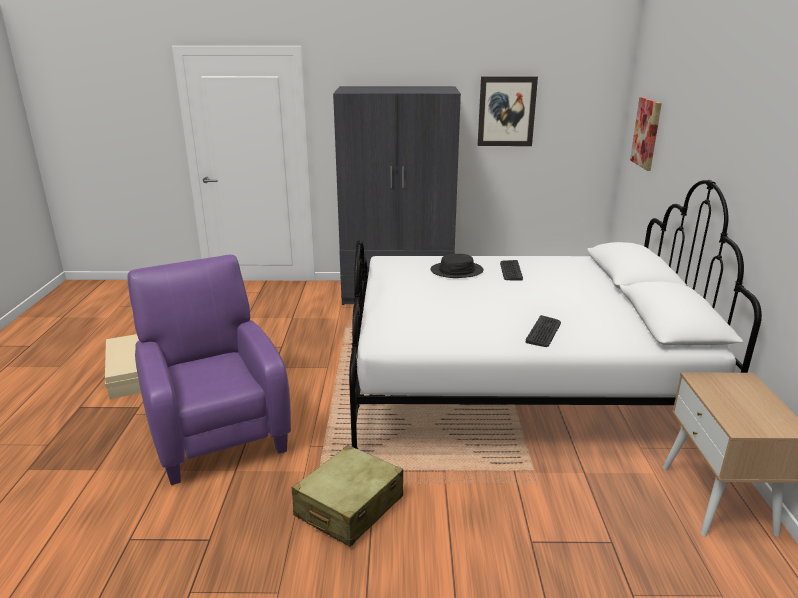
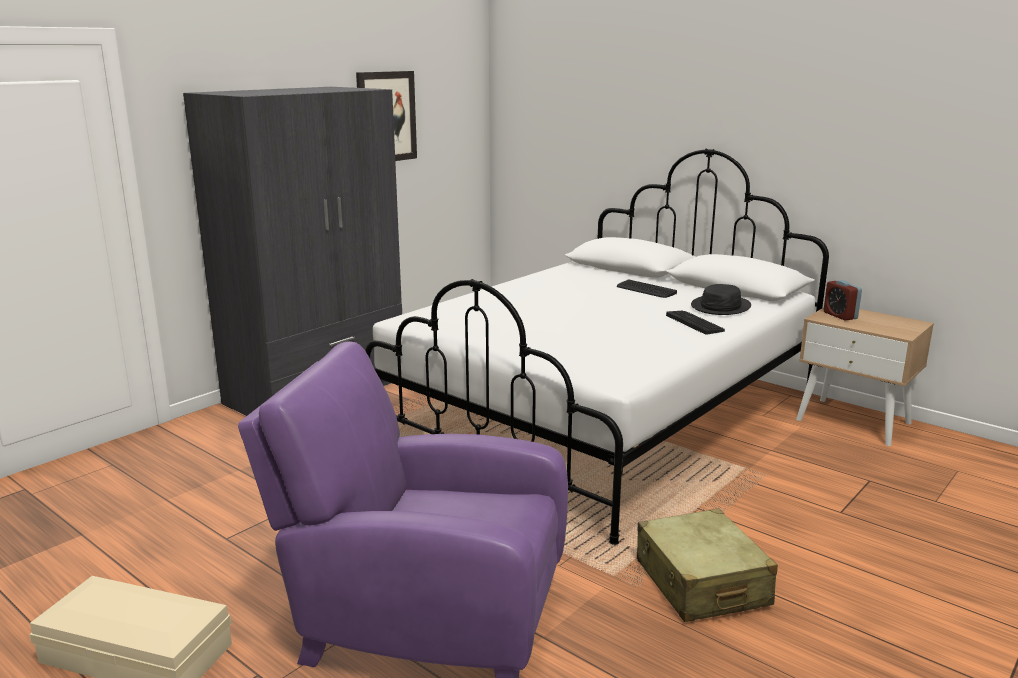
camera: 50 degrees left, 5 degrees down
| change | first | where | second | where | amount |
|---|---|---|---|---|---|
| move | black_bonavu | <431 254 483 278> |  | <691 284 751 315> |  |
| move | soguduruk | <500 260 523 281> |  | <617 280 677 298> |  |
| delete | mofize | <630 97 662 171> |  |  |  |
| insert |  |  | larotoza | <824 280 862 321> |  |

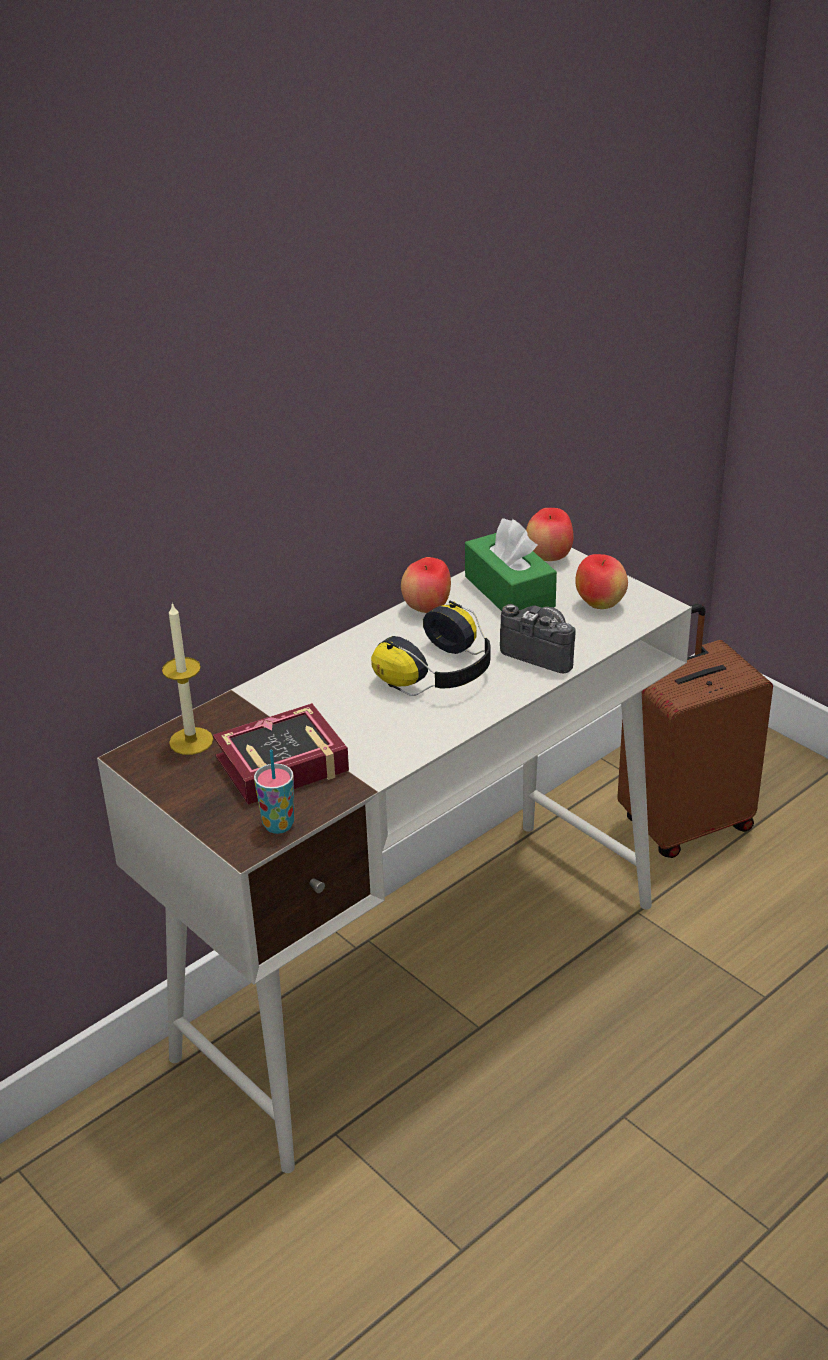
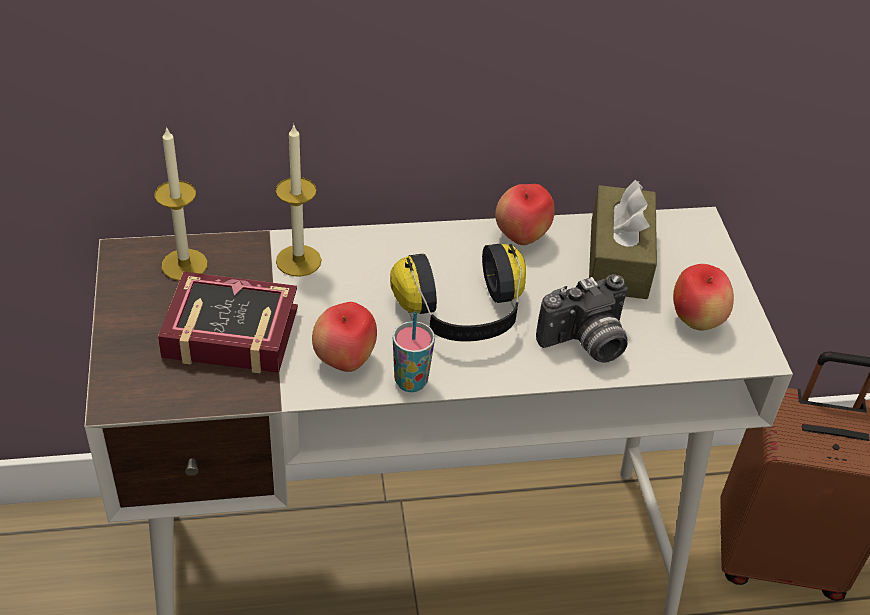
camera: 30 degrees right, 10 degrees up
| change | first | where | second | where | amount |
|---|---|---|---|---|---|
| move | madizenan | <254 749 294 834> |  | <393 311 435 392> |  |
| recolor | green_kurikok | <465 518 557 611> | brown_kurikok | <589 180 657 299> |  |
| rotate | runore | <500 604 576 673> |  | <536 274 628 363> | 90 degrees clockwise |
| move | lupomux | <526 508 573 561> |  | <312 302 377 372> |  |
| insert |  |  | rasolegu | <276 123 321 277> |  |

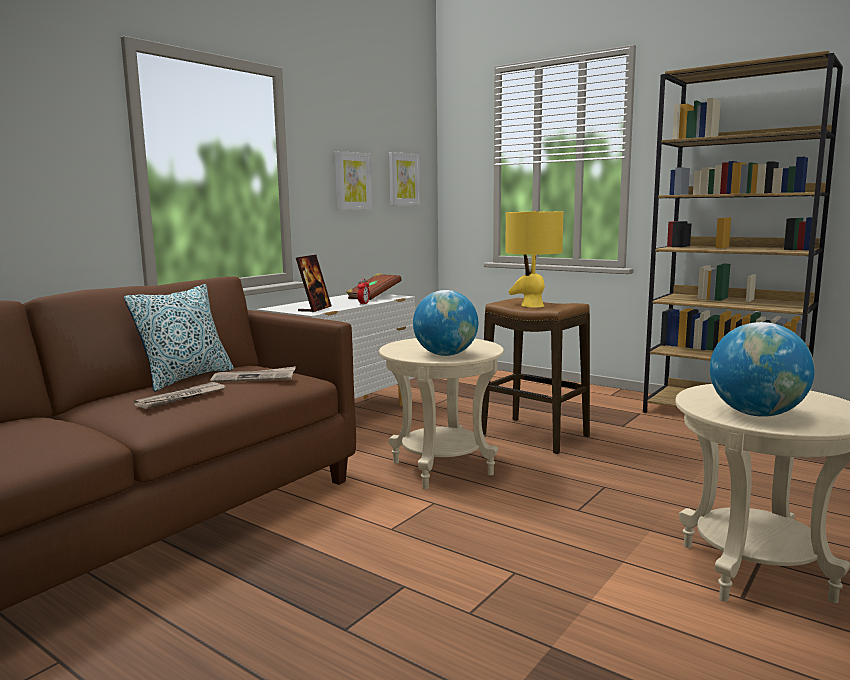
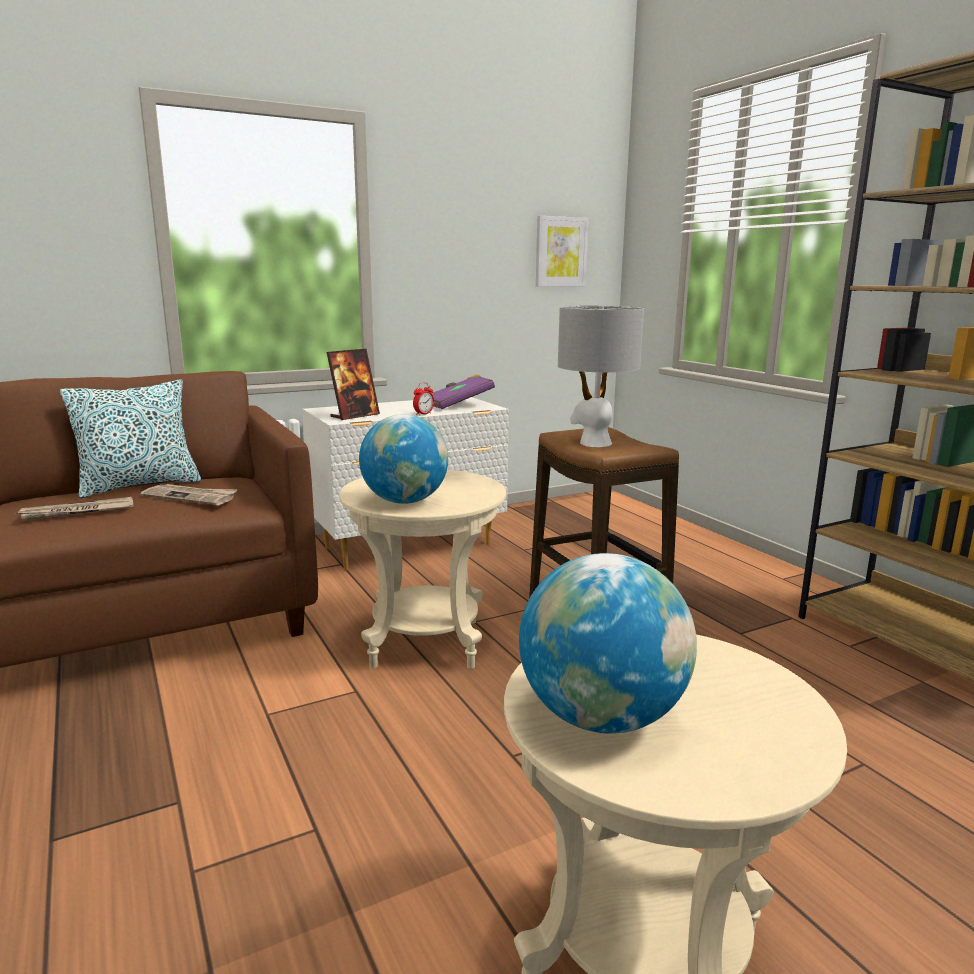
camera: 25 degrees right, 5 degrees up
| change | first | where | second | where | amount |
|---|---|---|---|---|---|
| delete | mofize | <335 151 372 210> |  |  |  |
| recolor | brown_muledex | <346 273 401 300> | purple_muledex | <432 374 495 409> |  |
| recolor | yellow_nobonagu | <505 211 564 308> | grey_nobonagu | <558 306 644 447> |  |

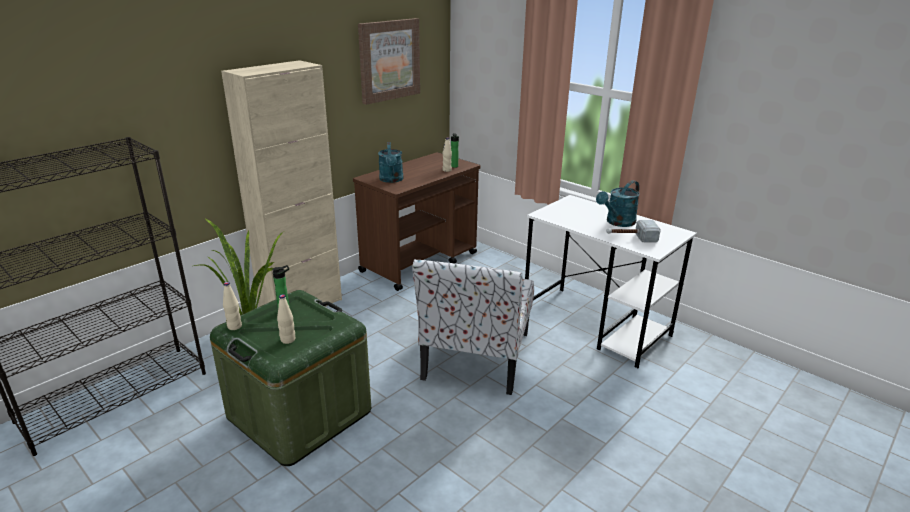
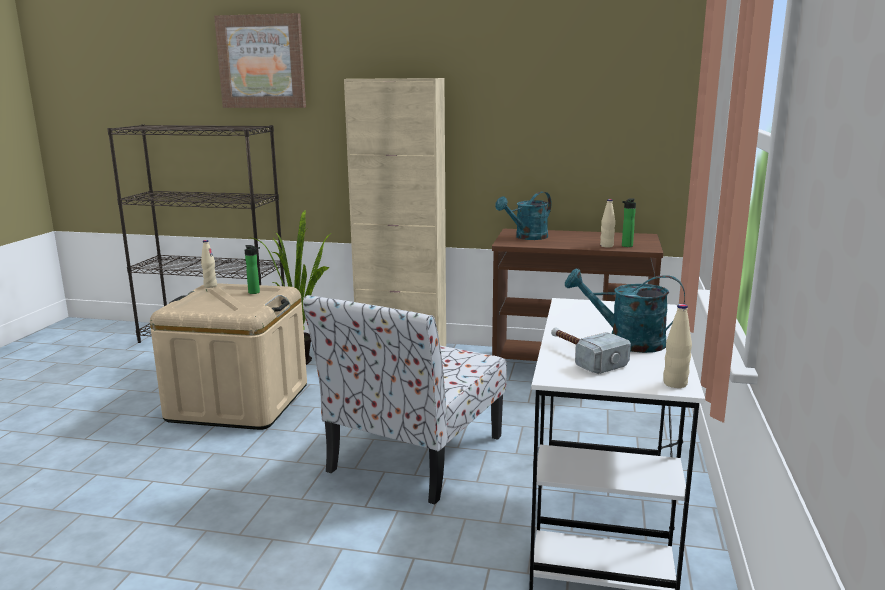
camera: 60 degrees right, 10 degrees down
| change | first | where | second | where | amount |
|---|---|---|---|---|---|
| recolor | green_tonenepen | <210 290 371 466> | beige_tonenepen | <150 283 307 430> |  |
| move | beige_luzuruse | <277 294 295 344> |  | <663 304 692 388> |  |
| move | mofize | <358 18 420 105> |  | <214 13 306 108> |  |
| rotate | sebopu | <412 259 534 395> |  | <303 295 507 505> | 45 degrees counterclockwise |

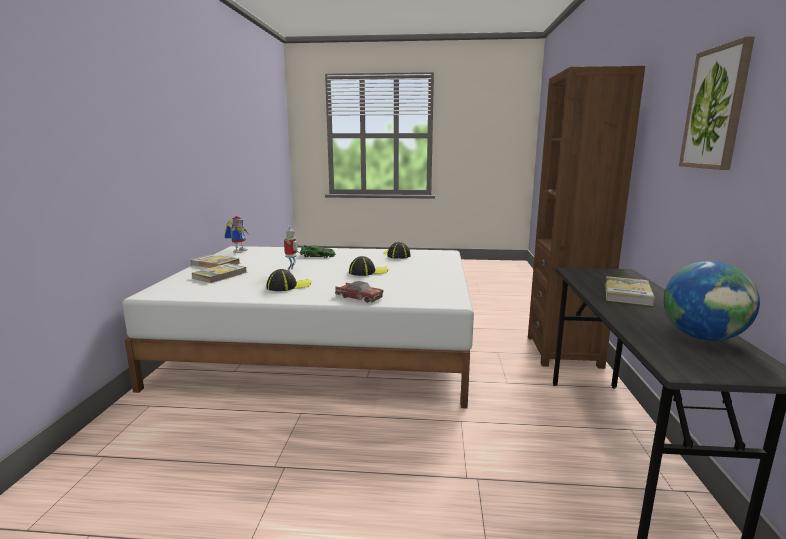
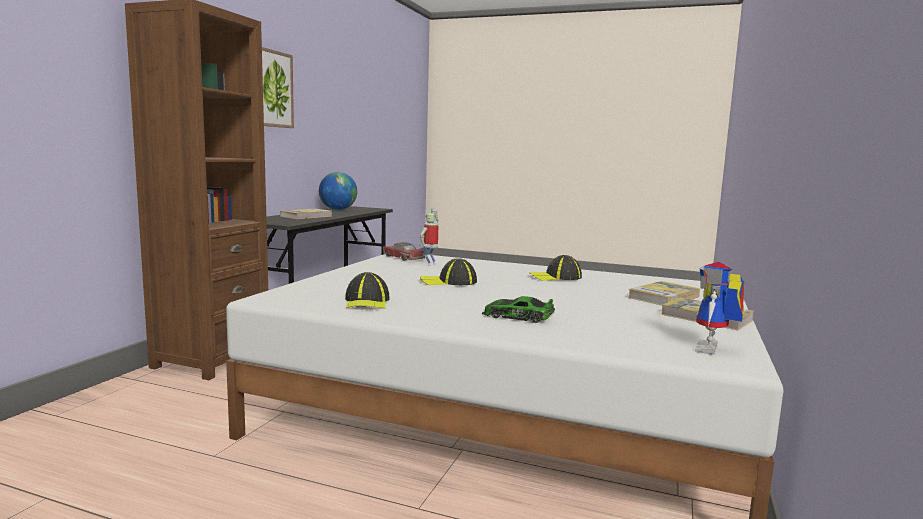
camera: 165 degrees left, 5 degrees down
| change | first | where | second | where | amount |
|---|---|---|---|---|---|
| move | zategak | <284 226 299 271> |  | <419 208 438 266> |  |
| move | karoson | <335 281 384 303> |  | <383 242 425 261> |  |

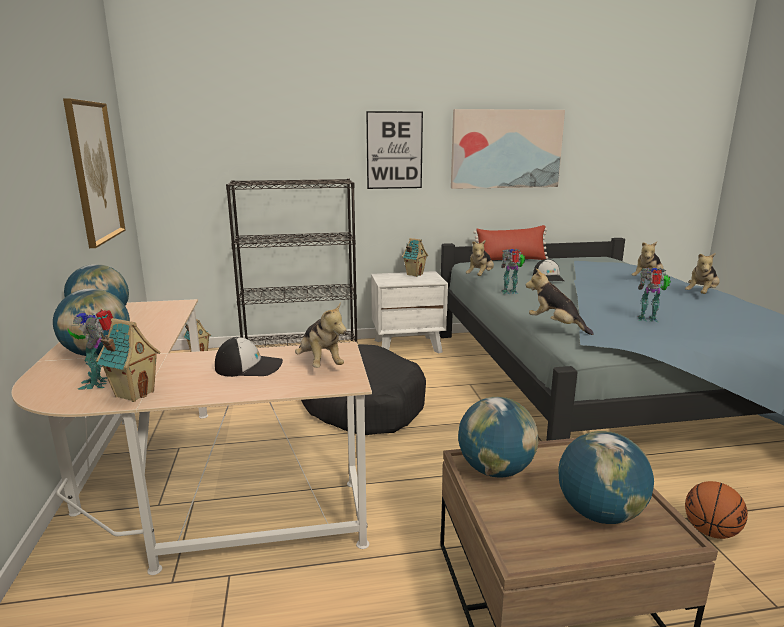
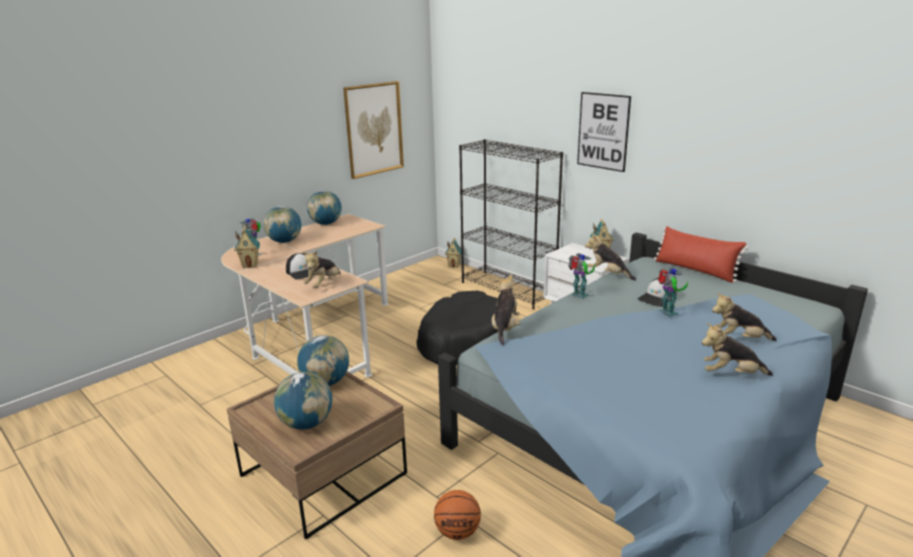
camera: 55 degrees right, 5 degrees up
| change | first | where | second | where | amount |
|---|---|---|---|---|---|
| delete | mofize | <451 109 565 189> |  |  |  |
| rotate | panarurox | <466 240 494 276> |  | <585 233 636 281> | 45 degrees clockwise |
| move | zategak | <638 268 671 322> |  | <657 267 688 317> |  |

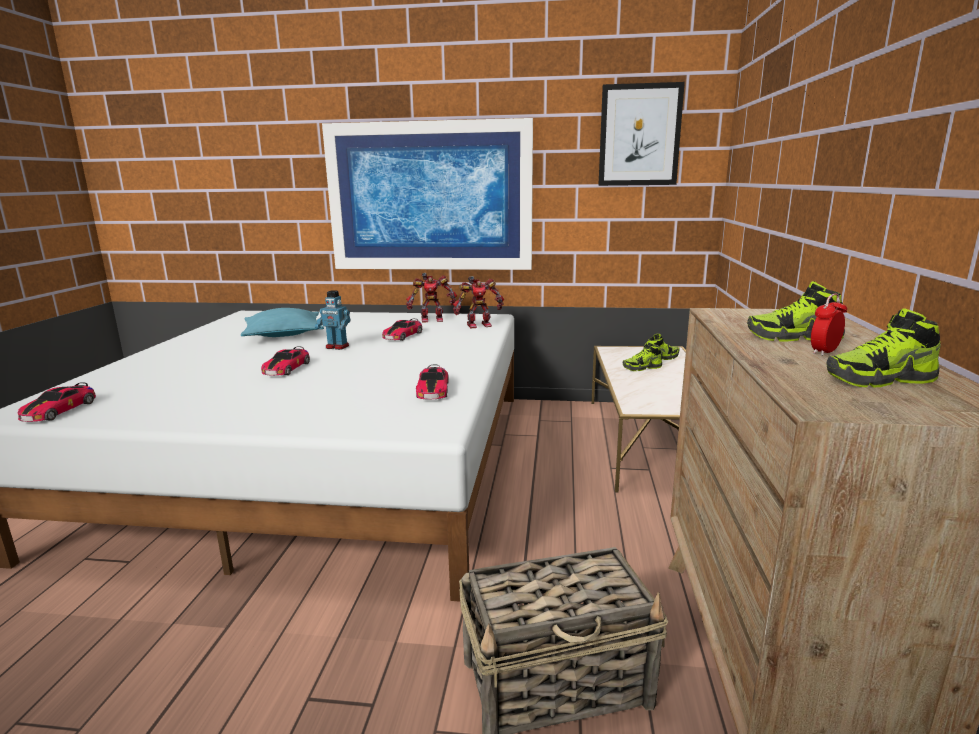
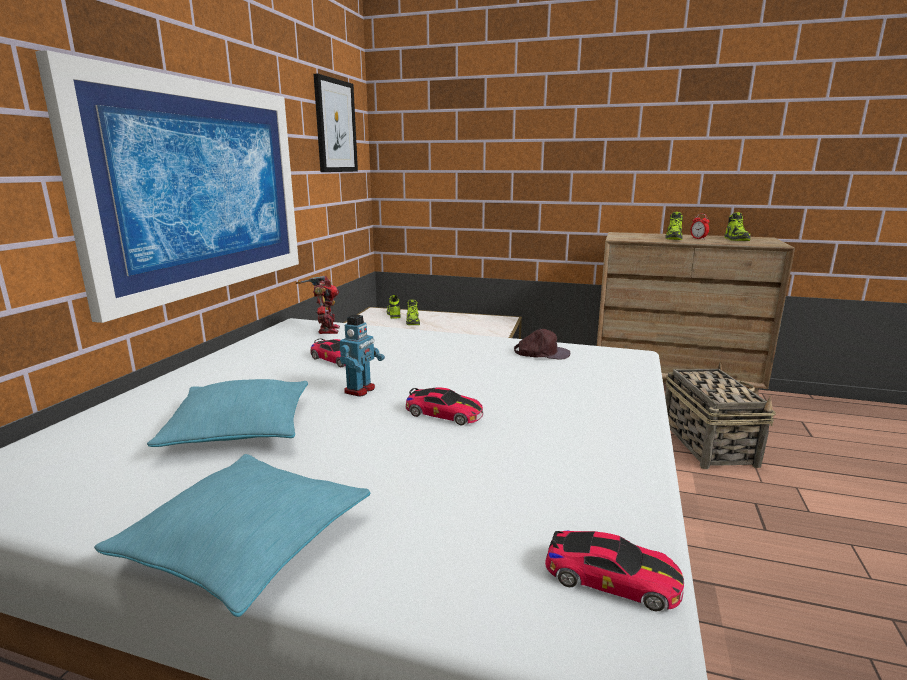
camera: 80 degrees left, 0 degrees up
| change | first | where | second | where | amount |
|---|---|---|---|---|---|
| delete | zategak | <406 273 457 323> |  |  |  |
| replace | karoson | <416 365 449 399> | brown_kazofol | <514 329 571 359> |  |
| insert |  |  | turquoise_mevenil | <94 454 371 617> |  |

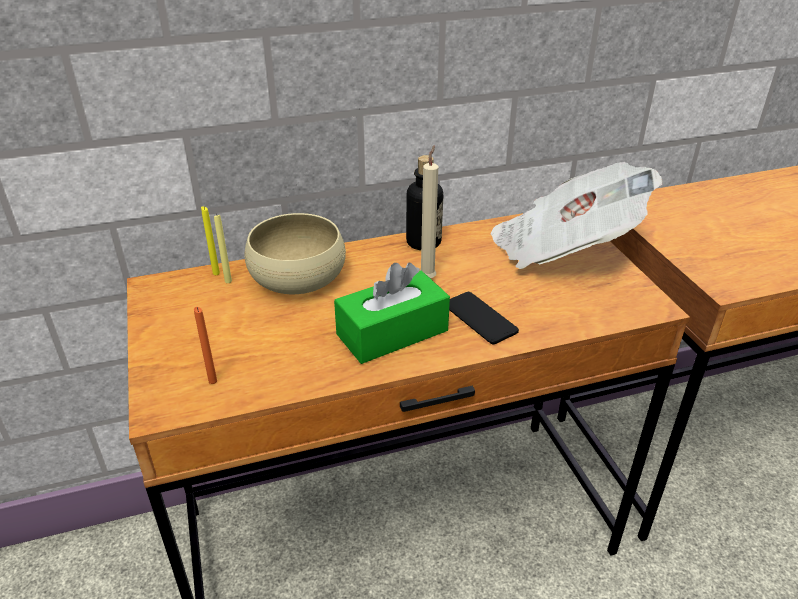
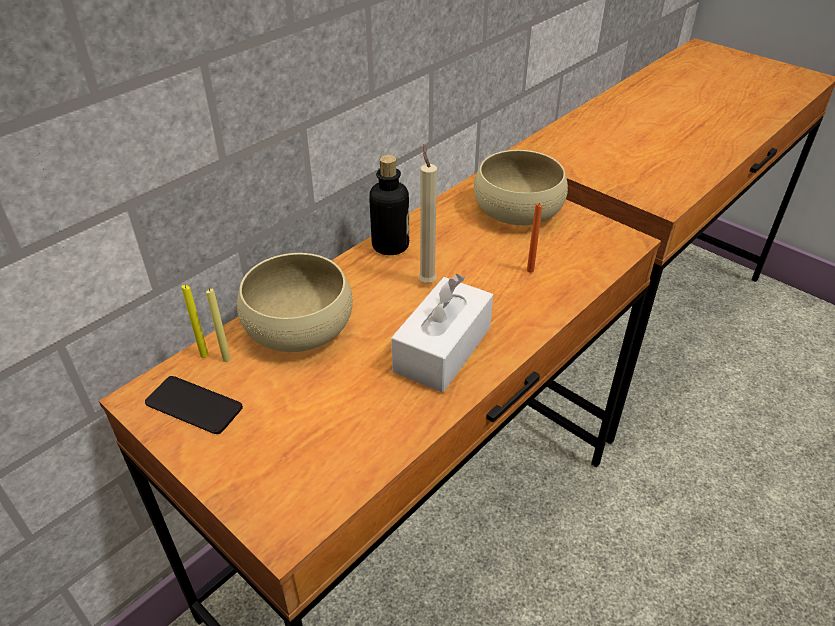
camera: 30 degrees left, 5 degrees up
| change | first | where | second | where | amount |
|---|---|---|---|---|---|
| move | orange_rasolegu | <194 307 217 384> |  | <527 203 542 273> |  |
| recolor | green_kurikok | <334 262 450 364> | white_kurikok | <391 274 493 393> |  |
| move | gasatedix | <449 292 519 344> |  | <145 376 243 434> |  |
| replace | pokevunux | <490 162 663 269> | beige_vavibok | <474 150 568 225> |  |

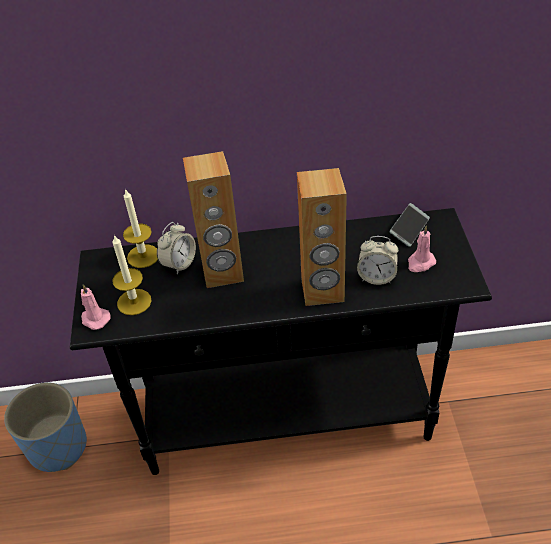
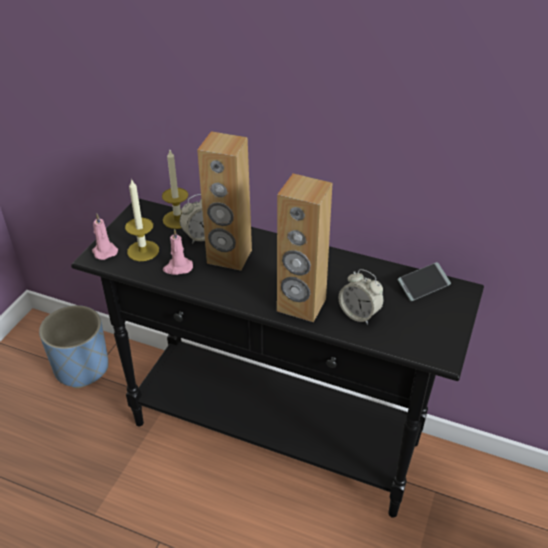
camera: 25 degrees right, 5 degrees down
| change | first | where | second | where | amount |
|---|---|---|---|---|---|
| move | pink_rasolegu | <408 226 436 272> |  | <163 229 193 275> |  |

